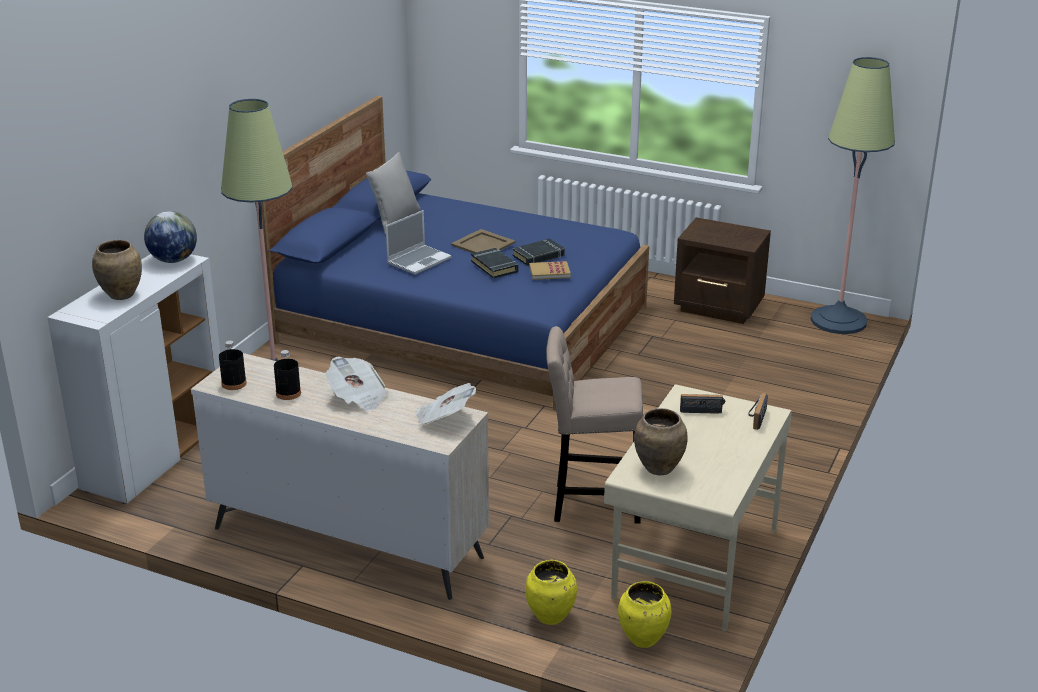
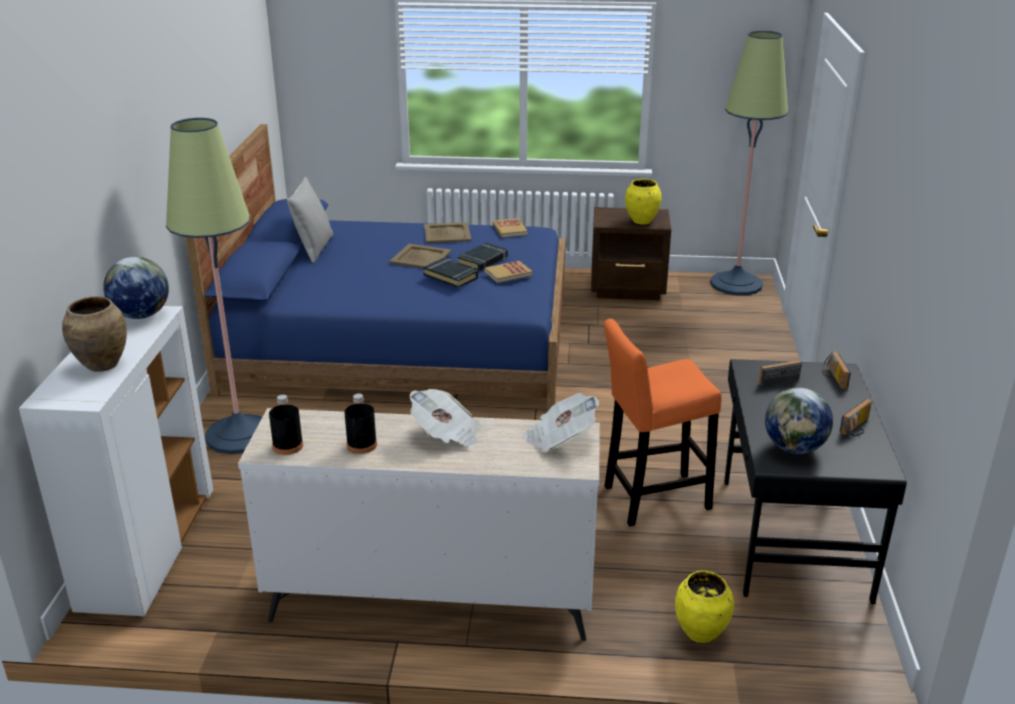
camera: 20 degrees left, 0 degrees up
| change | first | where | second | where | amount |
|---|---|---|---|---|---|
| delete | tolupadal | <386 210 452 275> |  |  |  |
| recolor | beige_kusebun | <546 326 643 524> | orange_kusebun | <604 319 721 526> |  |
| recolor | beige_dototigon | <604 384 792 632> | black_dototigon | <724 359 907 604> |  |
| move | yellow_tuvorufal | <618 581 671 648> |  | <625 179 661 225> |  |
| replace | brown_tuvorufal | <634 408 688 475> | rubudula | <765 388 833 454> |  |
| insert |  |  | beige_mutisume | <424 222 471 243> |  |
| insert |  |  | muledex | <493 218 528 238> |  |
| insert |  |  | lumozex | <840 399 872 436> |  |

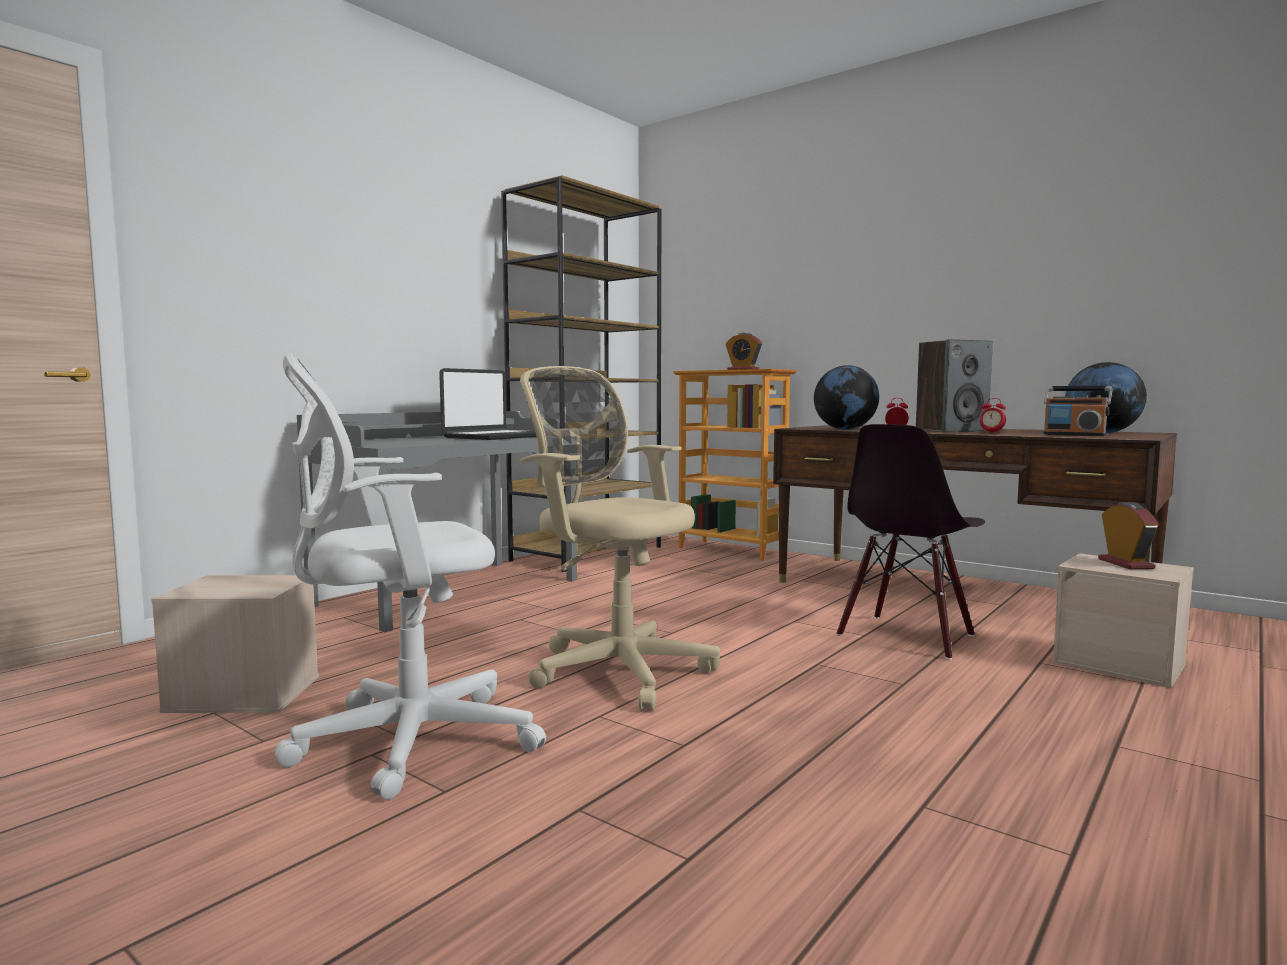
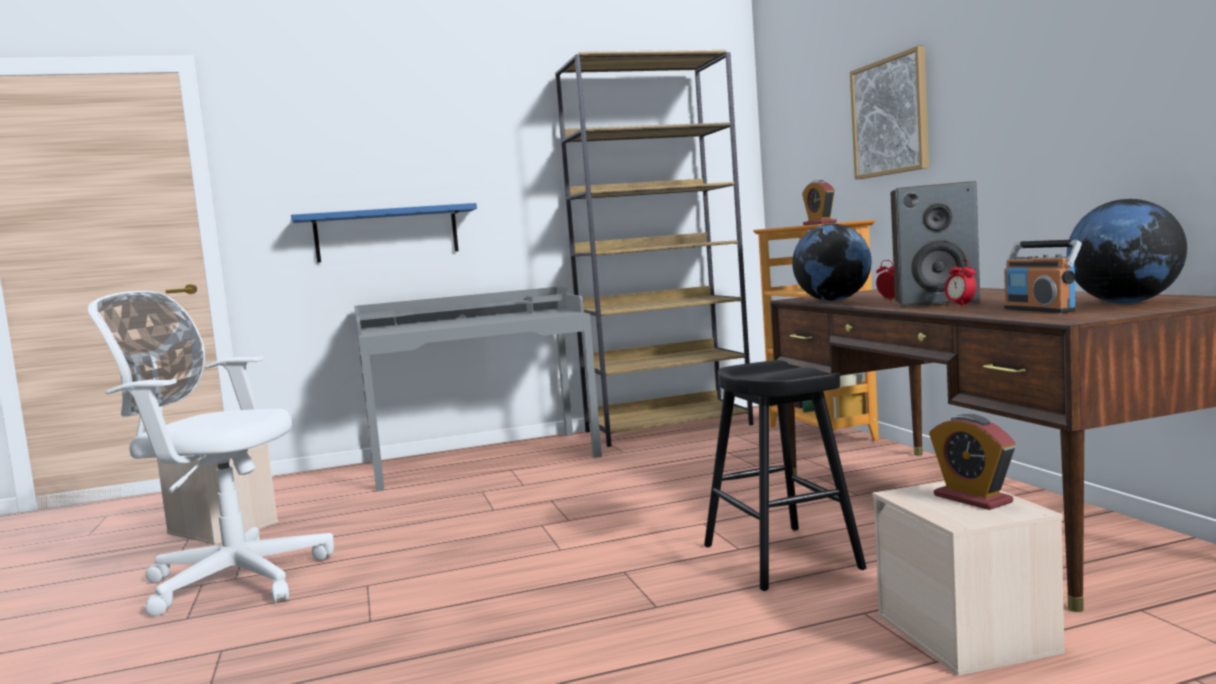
camera: 35 degrees right, 0 degrees up
| change | first | where | second | where | amount |
|---|---|---|---|---|---|
| delete | tolupadal | <439 368 537 440> |  |  |  |
| delete | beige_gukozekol | <520 366 720 711> |  |  |  |
| replace | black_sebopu | <837 424 985 660> | black_kusebun | <704 360 867 591> |  |
| rotate | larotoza | <1098 502 1159 569> |  | <929 414 1015 510> | 120 degrees clockwise |
| insert |  |  | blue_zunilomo | <291 203 477 262> |  |
| insert |  |  | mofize | <850 46 929 180> |  |

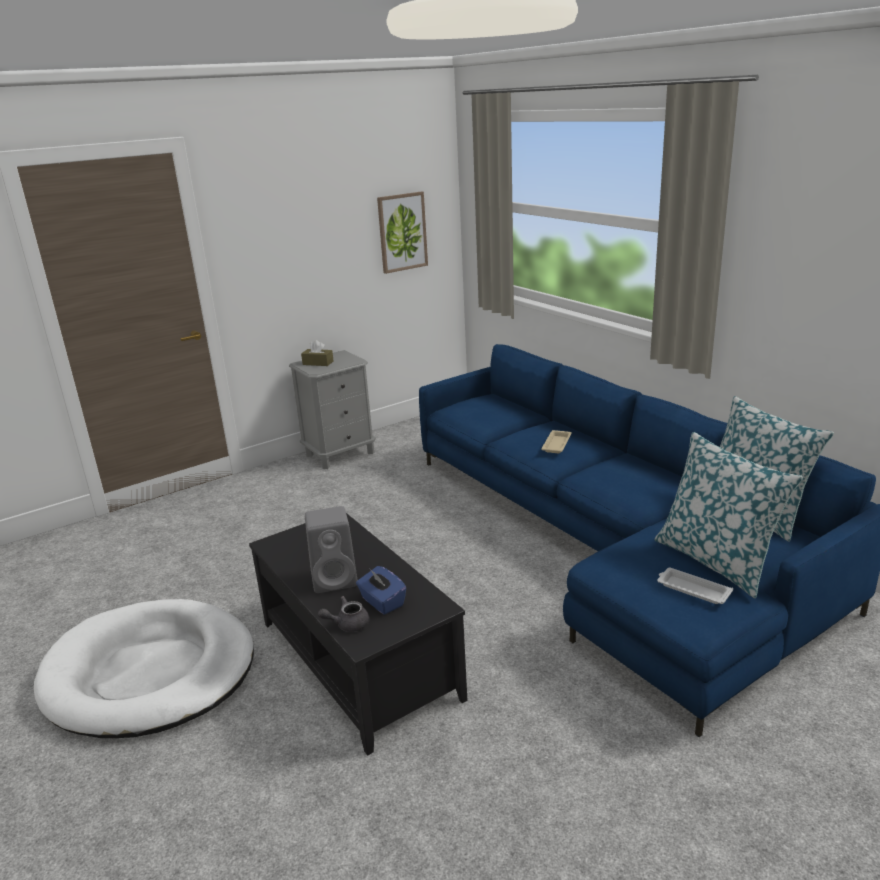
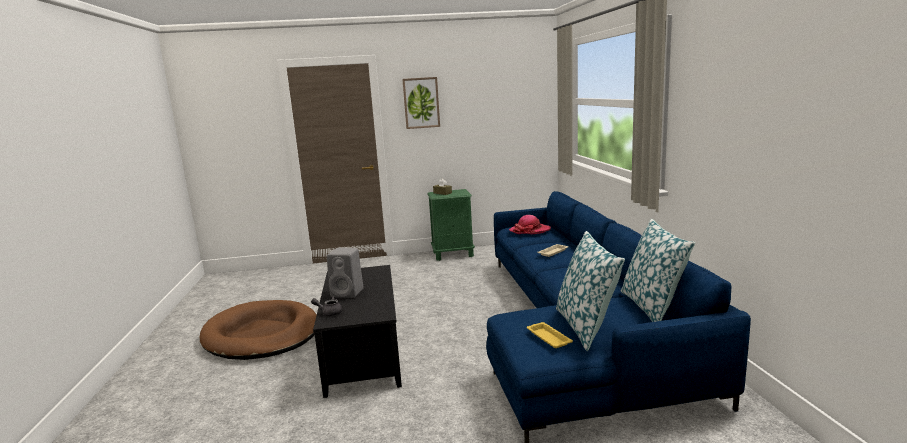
camera: 25 degrees right, 10 degrees down
| change | first | where | second | where | amount |
|---|---|---|---|---|---|
| recolor | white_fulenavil | <34 599 254 738> | brown_fulenavil | <200 300 316 360> |  |
| recolor | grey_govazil | <289 350 376 469> | green_govazil | <427 189 475 261> |  |
| delete | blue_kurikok | <356 566 406 615> |  |  |  |
| move | mofize | <377 192 428 274> |  | <402 77 440 129> |  |
| recolor | white_mutisume | <657 568 733 604> | yellow_mutisume | <527 322 573 348> |  |
| insert |  |  | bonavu | <509 215 551 234> |  |

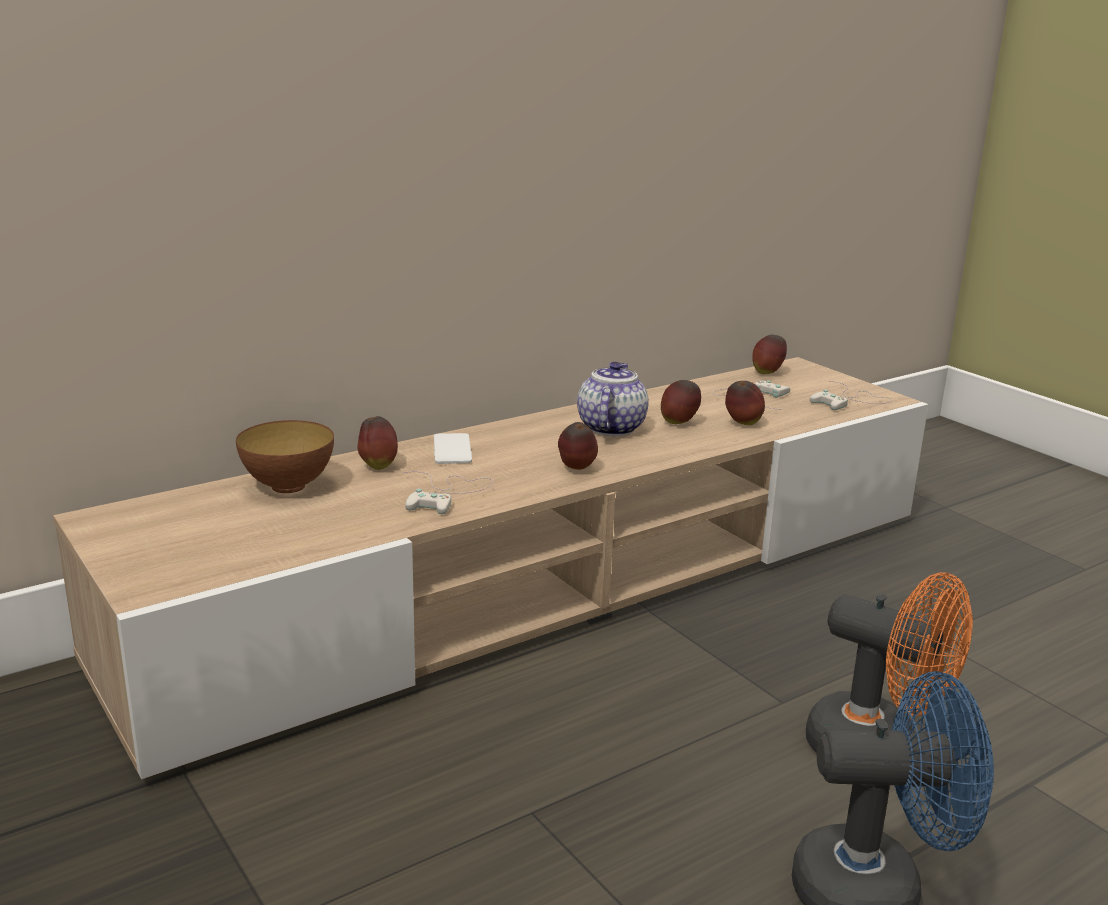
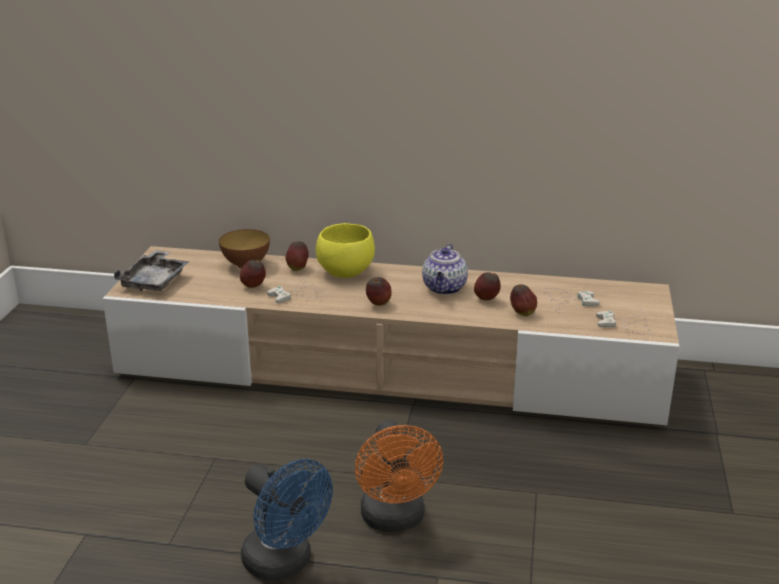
camera: 45 degrees right, 5 degrees up
| change | first | where | second | where | amount |
|---|---|---|---|---|---|
| replace | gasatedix | <434 433 472 464> | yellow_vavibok | <316 223 375 278> |  |
| rotate | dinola | <577 362 649 436> |  | <422 244 468 295> | 135 degrees clockwise |
| move | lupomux | <752 335 787 374> |  | <240 260 266 288> |  |
| insert |  |  | grey_mutisume | <114 250 189 291> |  |

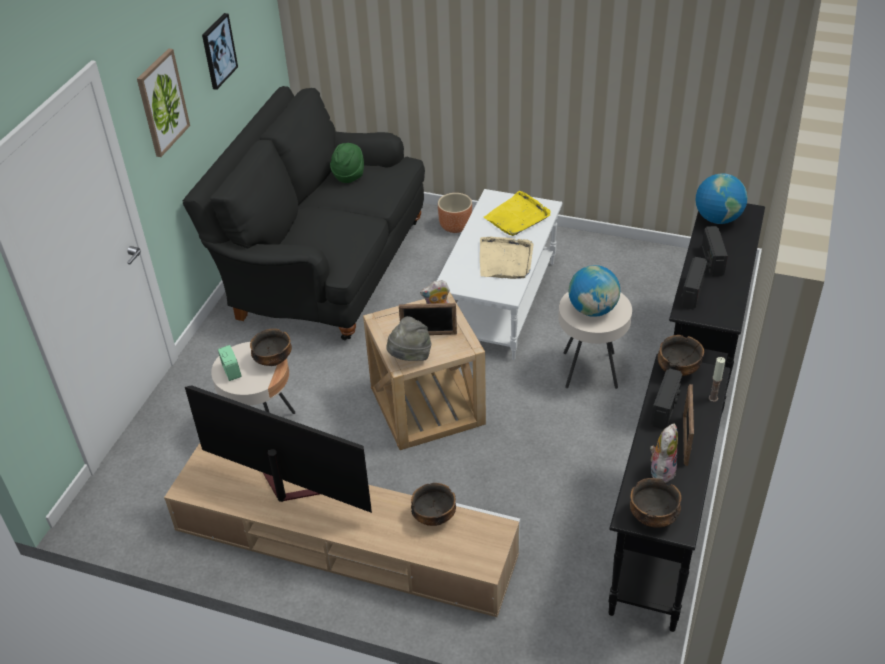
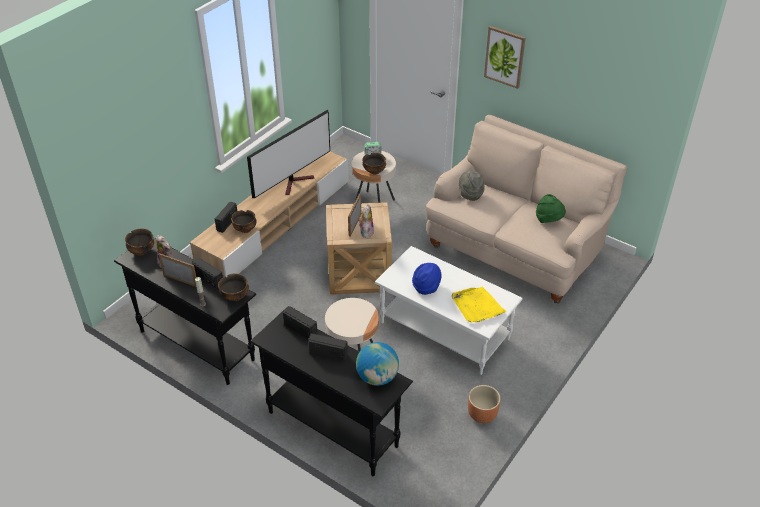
camera: 105 degrees right, 0 degrees up
| change | first | where | second | where | amount |
|---|---|---|---|---|---|
| recolor | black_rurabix | <183 86 425 340> | beige_rurabix | <426 115 627 304> |  |
| delete | mofize | <202 13 238 90> |  |  |  |
| move | grey_bonavu | <386 316 431 361> |  | <459 171 485 201> |  |
| move | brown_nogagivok | <438 193 472 233> |  | <468 385 501 423> |  |
| replace | beige_mutisume | <480 237 534 279> | blue_bonavu | <412 263 442 295> |  |
| delete | rubudula | <569 265 620 317> |  |  |  |
| insert |  |  | lumozex | <215 202 237 233> |  |

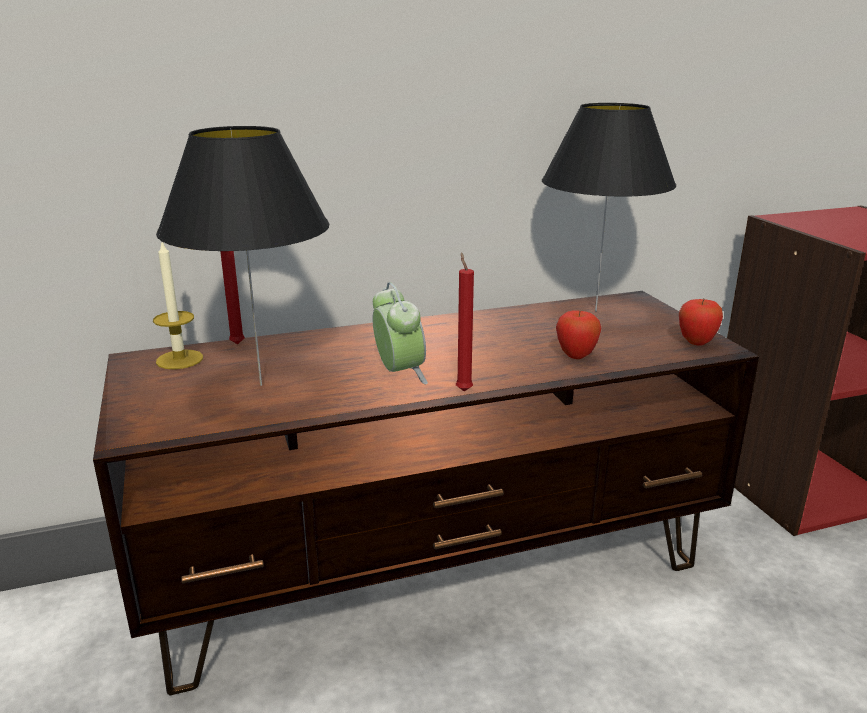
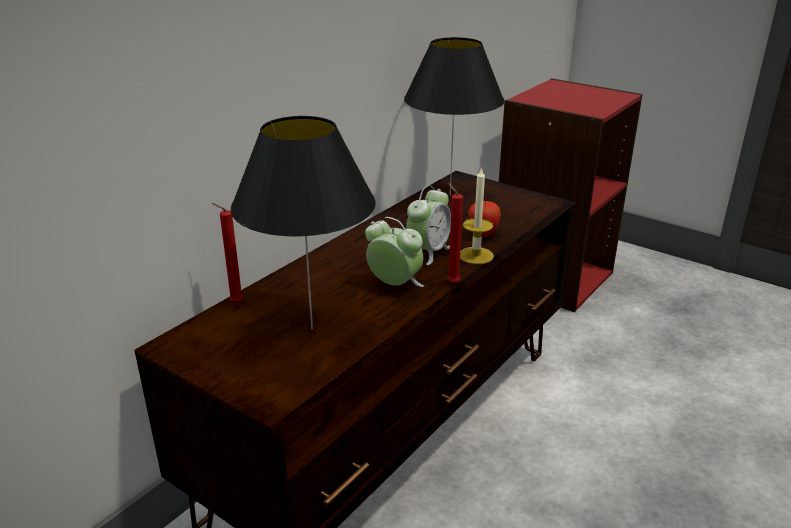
camera: 35 degrees left, 5 degrees up
| change | first | where | second | where | amount |
|---|---|---|---|---|---|
| move | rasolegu | <153 242 203 369> |  | <460 167 494 264> |  |
| delete | lupomux | <679 299 723 346> |  |  |  |
| insert |  |  | larotoza | <406 185 451 265> |  |

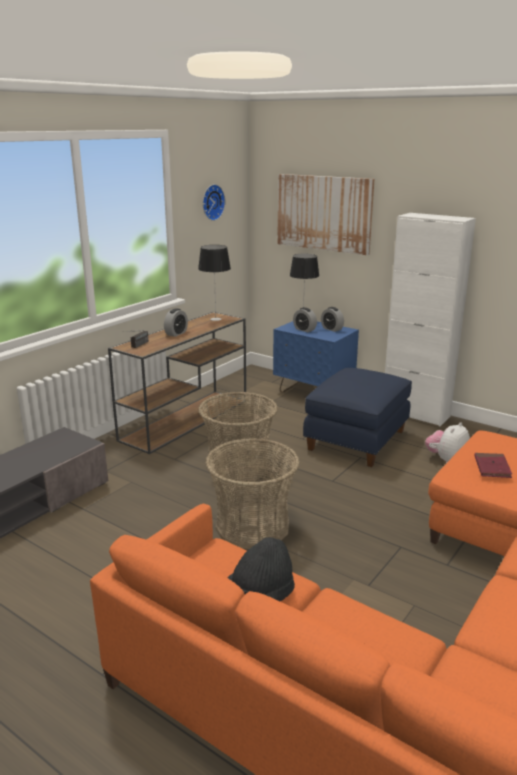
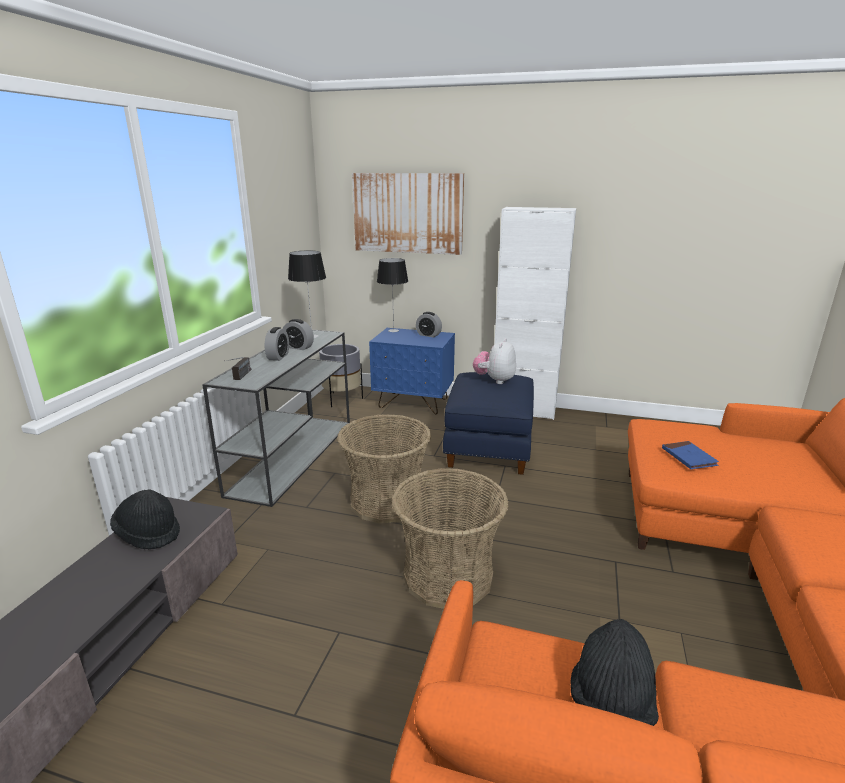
camera: 20 degrees left, 0 degrees up
| change | first | where | second | where | amount |
|---|---|---|---|---|---|
| recolor | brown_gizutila | <108 312 246 454> | grey_gizutila | <202 330 350 507> |  |
| delete | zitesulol | <203 184 225 221> |  |  |  |
| move | larotoza | <293 307 317 332> |  | <283 319 314 350> |  |
| move | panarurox | <425 422 470 463> |  | <473 338 516 384> |  |
| recolor | red_muledex | <474 453 512 478> | blue_muledex | <662 441 719 469> |  |
| insert |  |  | black_bonavu | <110 490 180 549> |  |
| insert |  |  | grey_nogagivok | <319 344 363 407> |  |

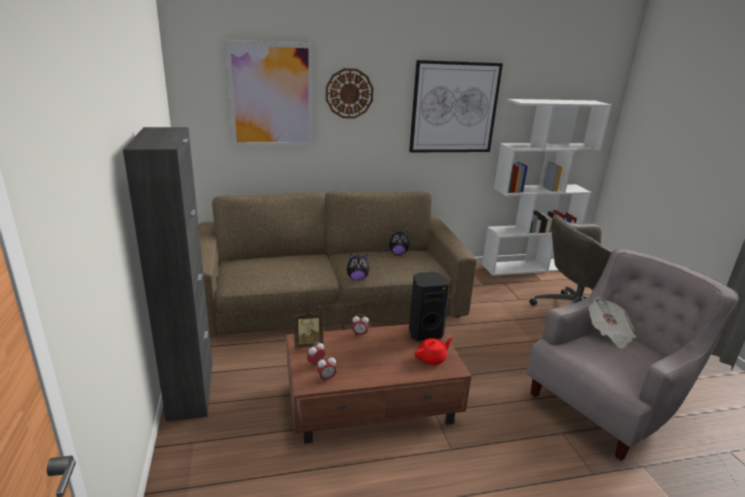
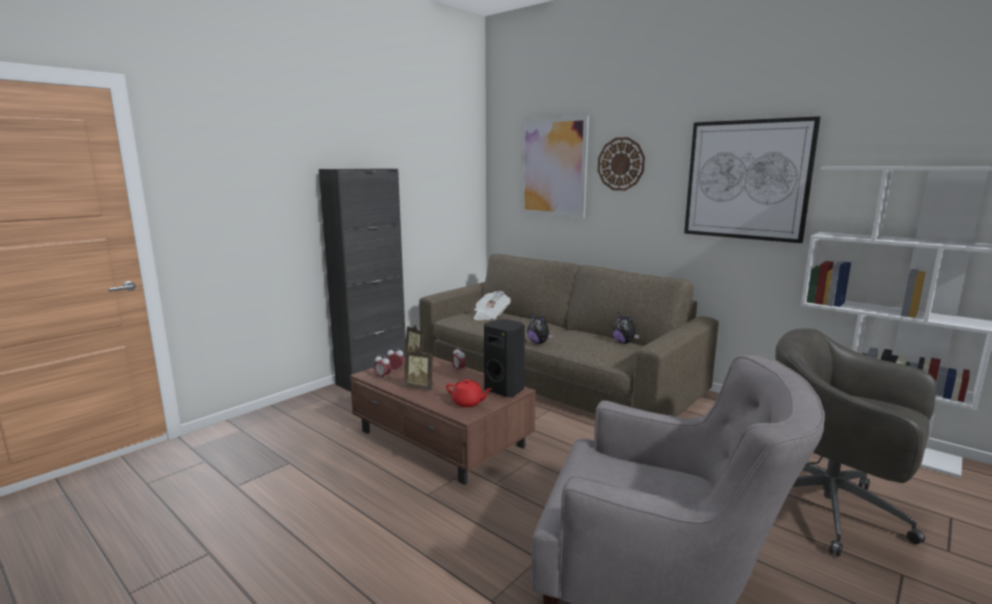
camera: 55 degrees right, 10 degrees down
| change | first | where | second | where | amount |
|---|---|---|---|---|---|
| move | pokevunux | <588 297 636 348> |  | <473 291 511 320> |  |
| insert |  |  | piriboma | <404 348 434 391> |  |

